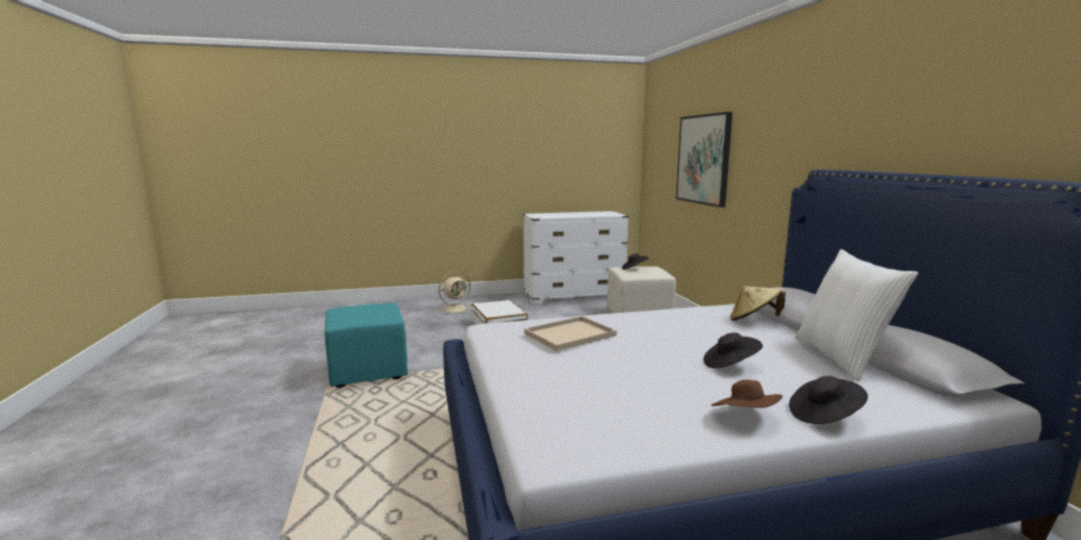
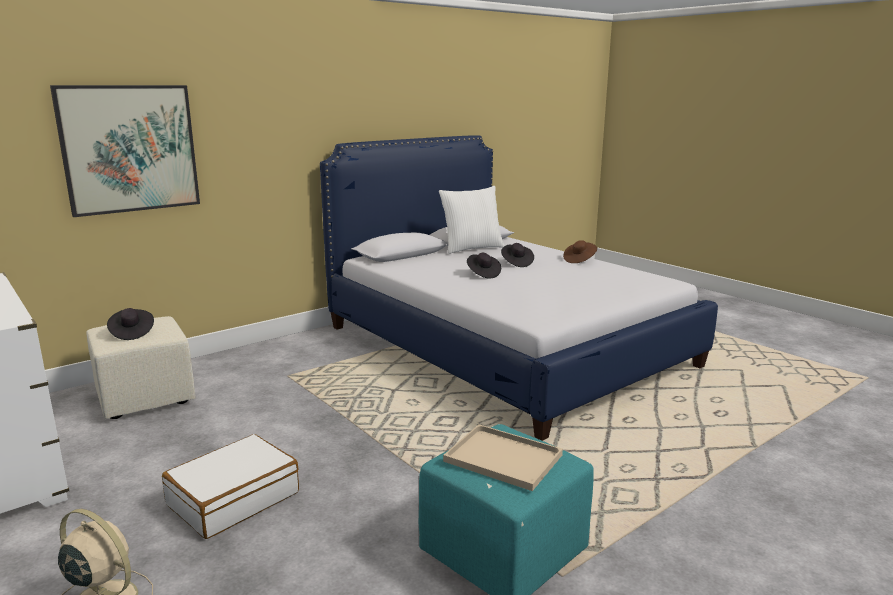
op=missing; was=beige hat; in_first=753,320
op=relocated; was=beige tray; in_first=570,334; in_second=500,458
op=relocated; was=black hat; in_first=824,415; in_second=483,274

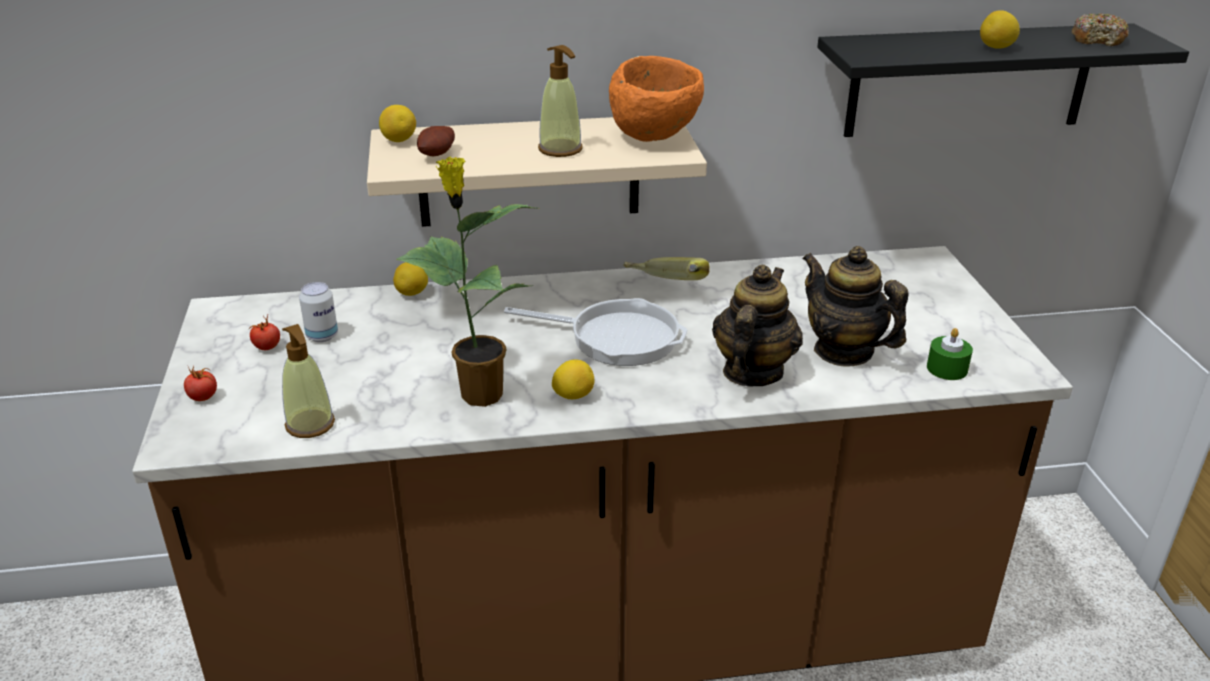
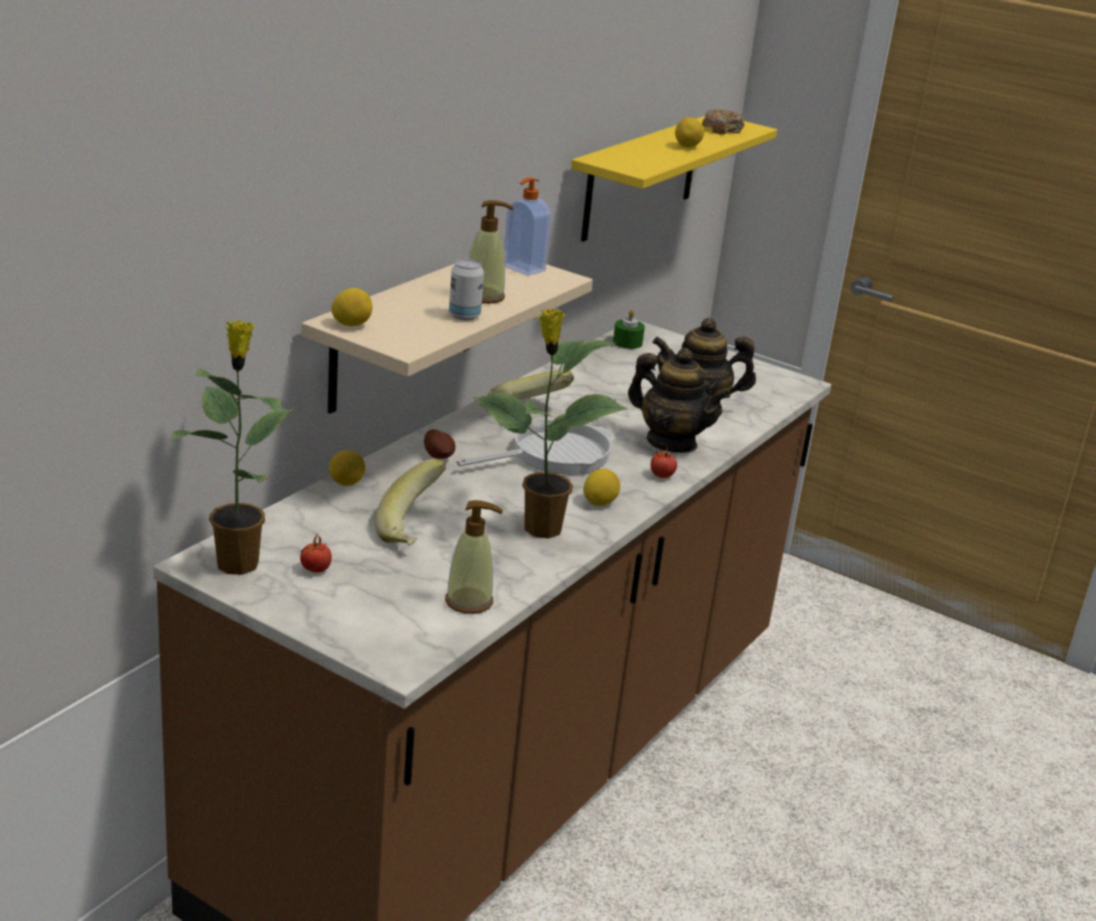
op=colour; was=black shelf; now=yellow shelf; in_first=969,80; in_second=641,176
op=exchanged; was=orange bowl; now=soap dispenser; in_first=656,136; in_second=523,269
op=relocated; was=potato; in_first=438,155; in_second=439,456
op=spun; was=teapot; in_first=752,372; in_second=671,442; clockwise=150
op=relocated; was=can; in_first=322,336; in_second=464,316
op=relocated; was=green candle; in_first=947,368; in_second=627,343
op=relocated; was=tomato; in_first=203,397; in_second=662,475
op=appeared; now=potted plant; in_second=238,562
op=appeared; now=banana; in_second=415,530

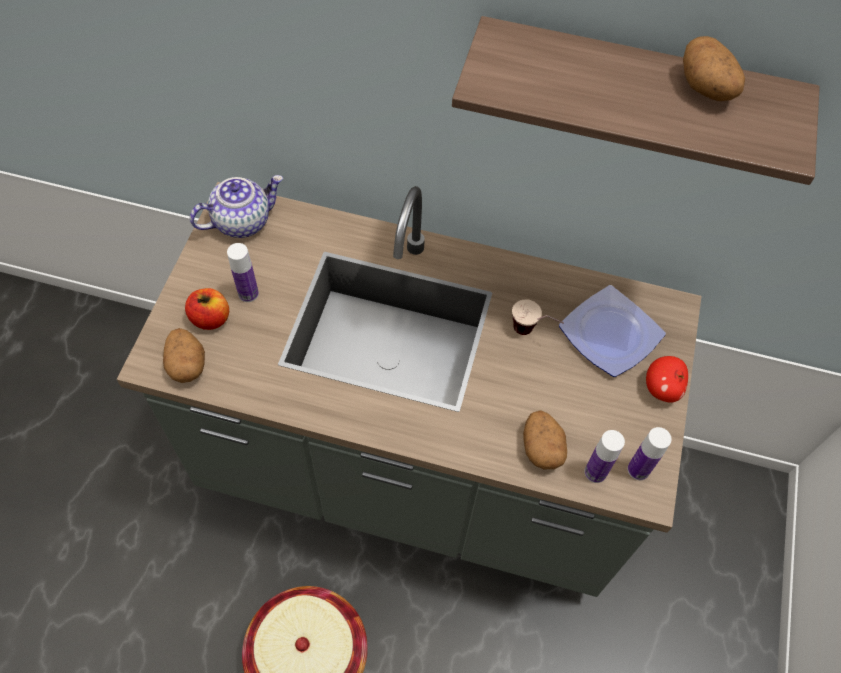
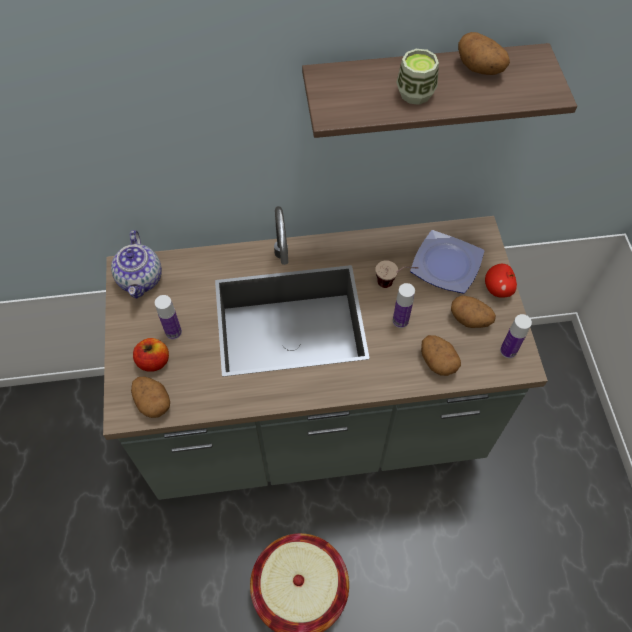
op=spun; was=teapot; in_first=242,221; in_second=141,279; clockwise=135
op=relocated; was=bottle; in_first=595,472; in_second=400,321
op=appeared; now=cup; in_second=415,93
op=appeared; now=potato; in_second=470,319

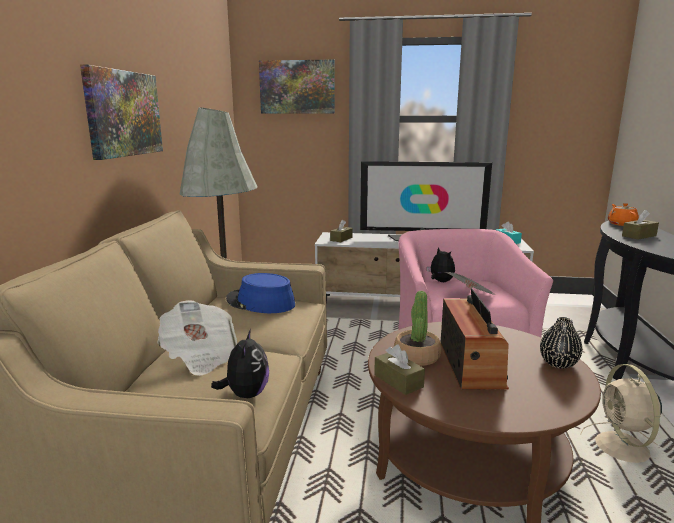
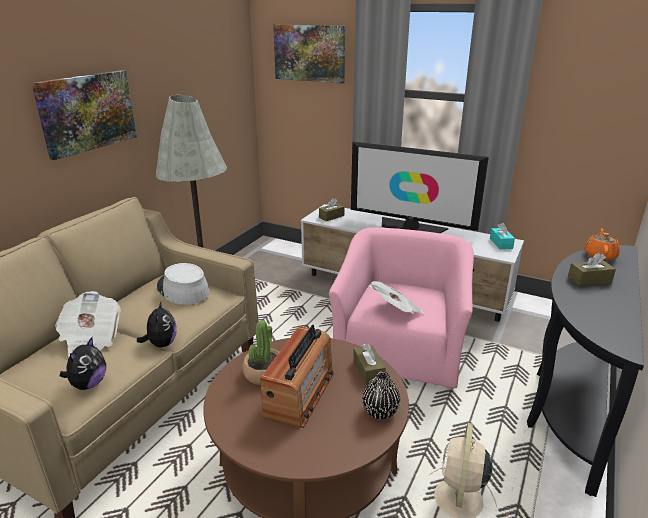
op=relocated; was=plush toy; in_first=440,282; in_second=161,344
op=colour; was=blue hat; now=grey hat; in_first=260,302; in_second=183,290
op=relocated; was=brown tissue box; in_first=398,381; in_second=368,371

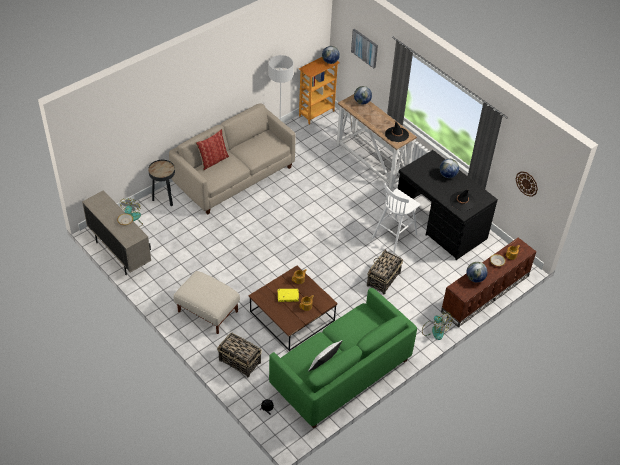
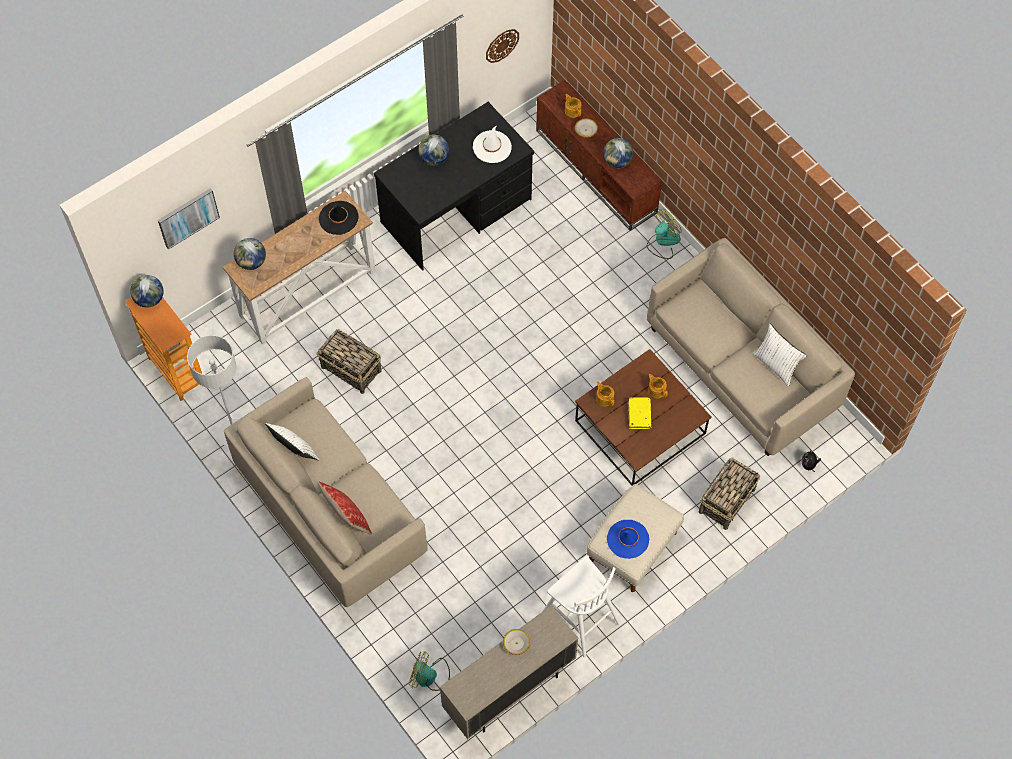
op=missing; was=black side table; in_first=164,199
op=relocated; was=white stool; in_first=395,235; in_second=579,618
op=colour; was=black hat; now=white hat; in_first=462,201; in_second=492,147
op=relocated; was=basket; in_first=383,279; in_second=351,369
op=colour; was=green sofa; now=beige sofa; in_first=340,373; in_second=742,367
op=appeared; now=white pillow; in_second=294,451
op=appeared; now=blue hat; in_second=627,539

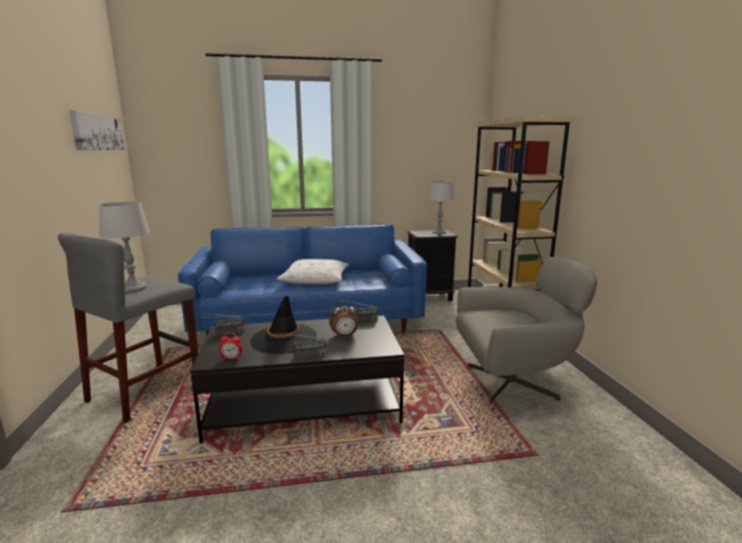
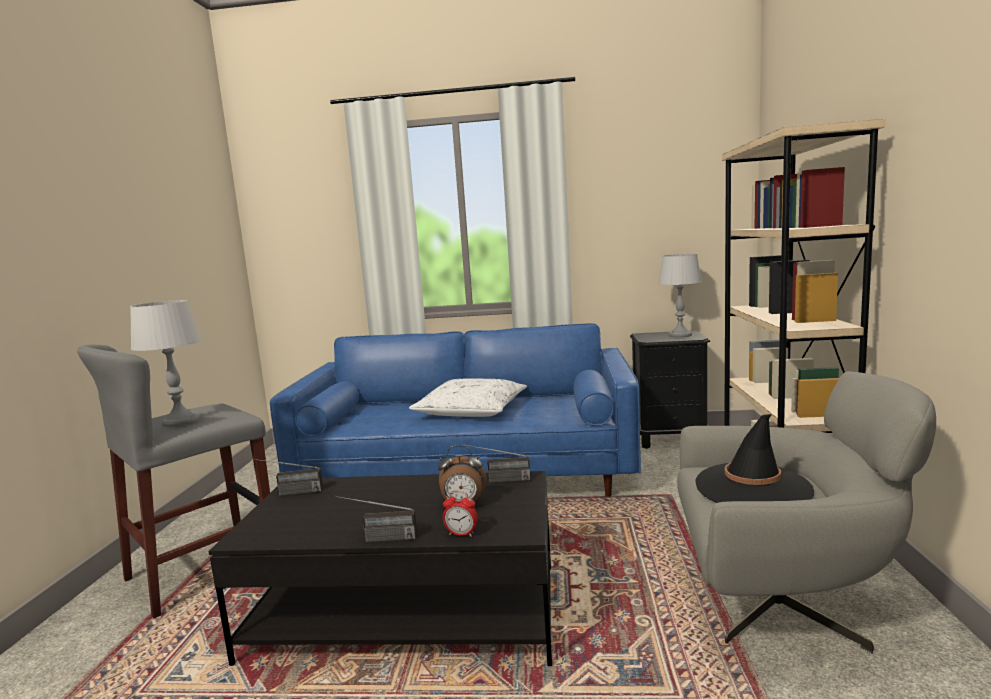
op=missing; was=picture; in_first=97,132
op=relocated; was=black hat; in_first=284,339; in_second=752,487
op=relocated; was=alarm clock; in_first=231,359; in_second=461,534

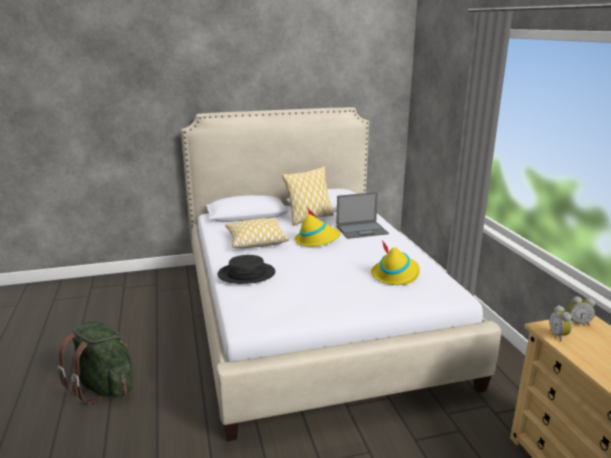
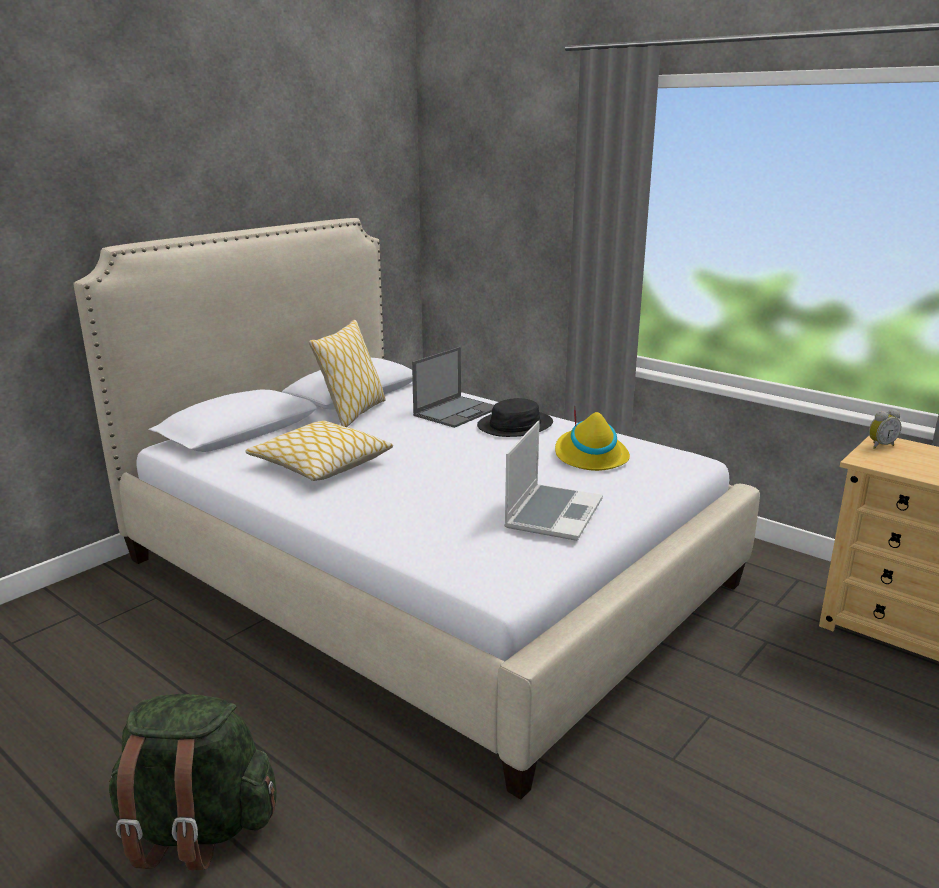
op=missing; was=yellow hat; in_first=317,240
op=relocated; was=black hat; in_first=246,274; in_second=515,425
op=missing; was=alarm clock; in_first=559,336
op=appeared; now=laptop; in_second=553,513

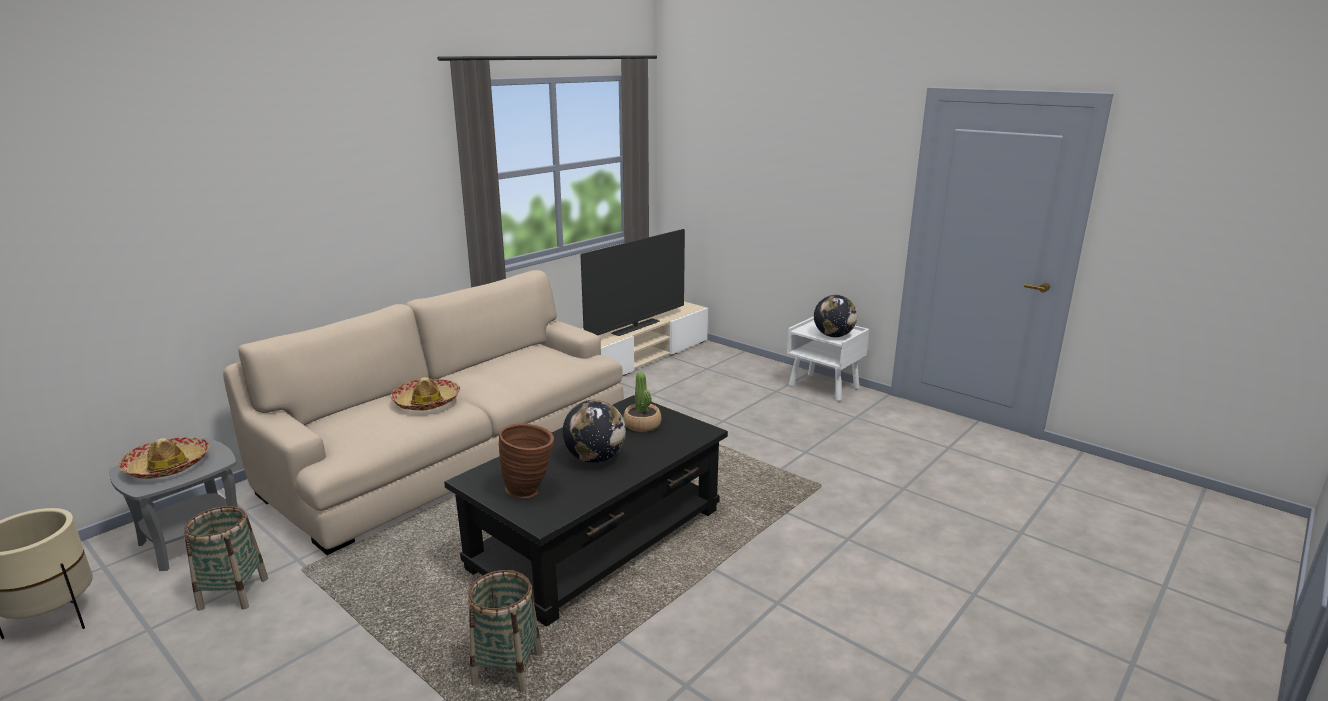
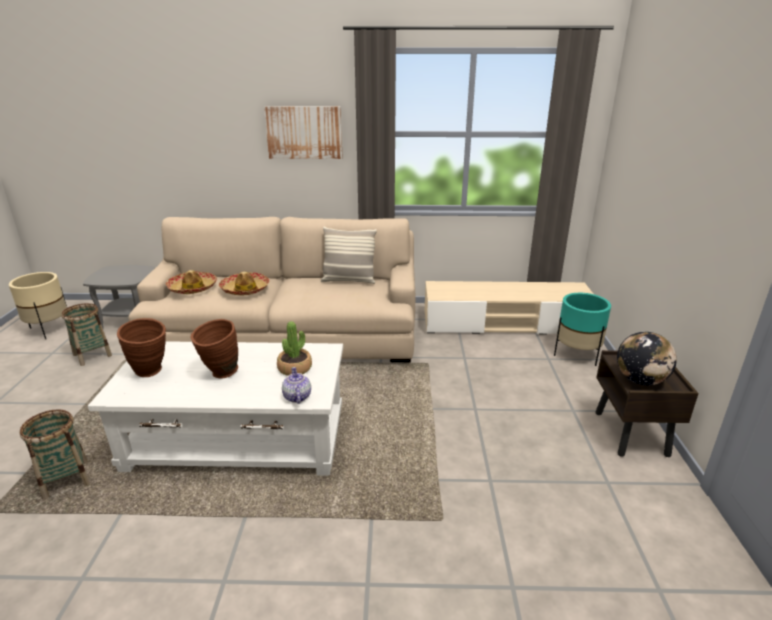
op=missing; was=television; in_first=635,327
op=colour; was=white nightstand; now=brown nightstand; in_first=824,387; in_second=631,434
op=colour; was=black coffee table; now=white coffee table; in_first=599,538; in_second=238,439
op=exchanged; was=globe; now=brown vase; in_first=595,458; in_second=220,374
op=relocated; was=hat; in_first=168,466; in_second=193,288
op=appeared; now=picture; in_second=304,132
op=appeared; now=pillow; in_second=349,280
op=appeared; now=turquoise planter; in_second=576,355
op=appeared; now=teapot; in_second=297,397

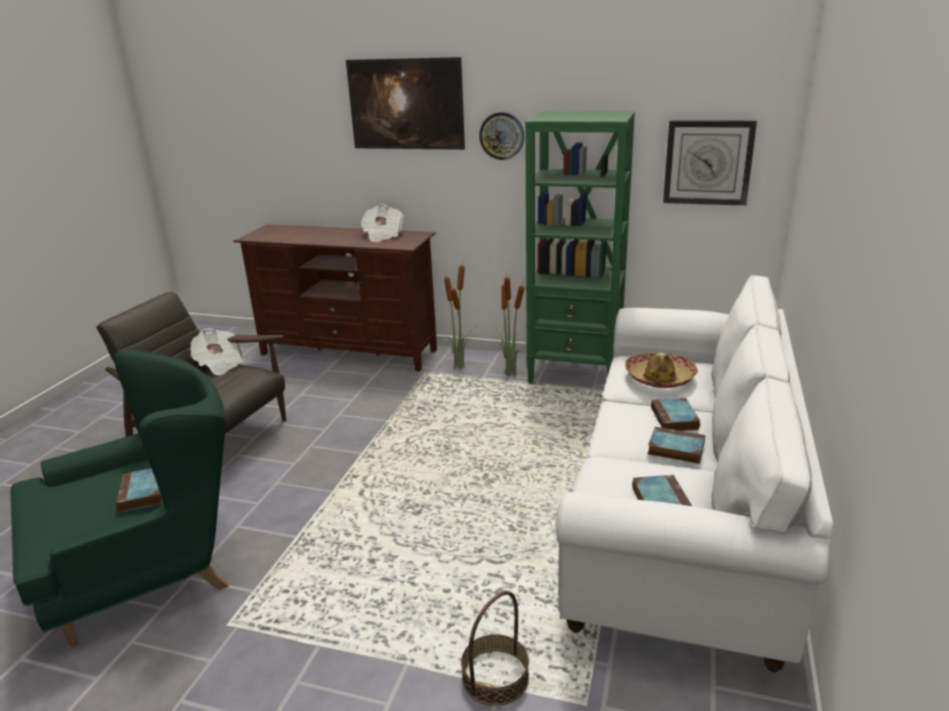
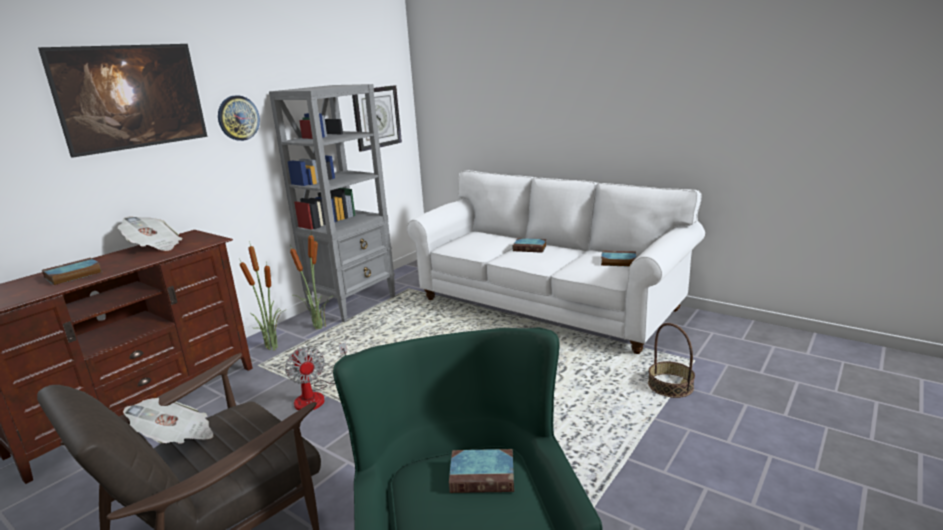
op=colour; was=green bookcase; now=grey bookcase; in_first=575,374; in_second=353,303
op=missing; was=hat; in_first=660,378
op=relocated; was=book; in_first=674,449; in_second=72,275
op=appeared; now=fan; in_second=316,396

